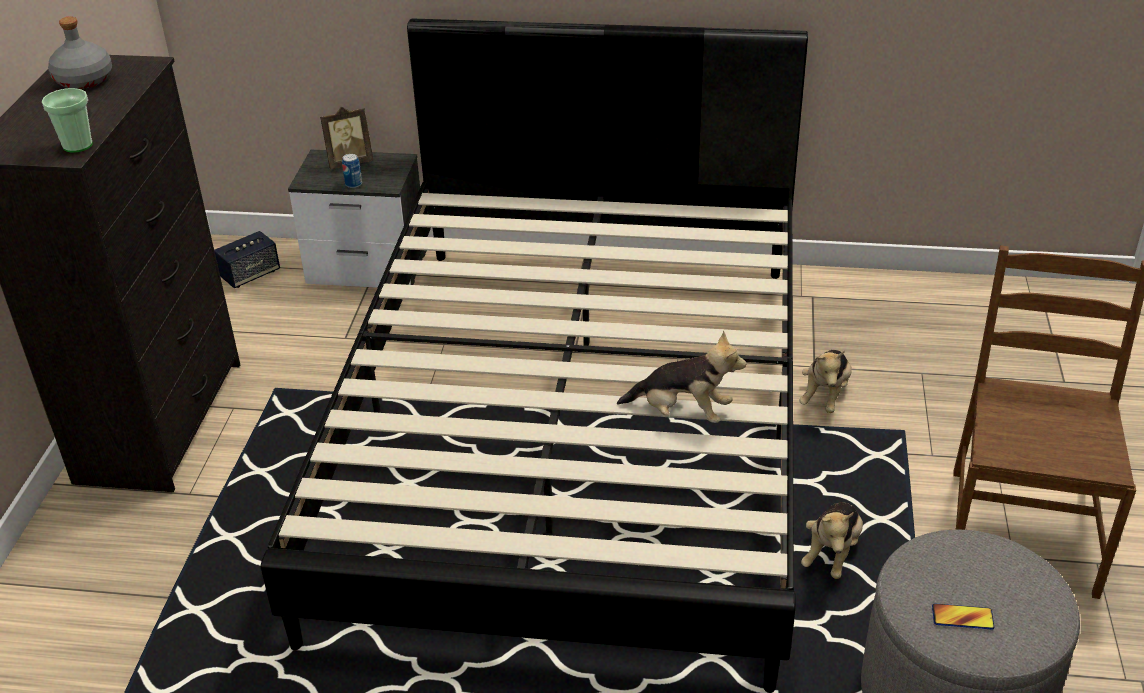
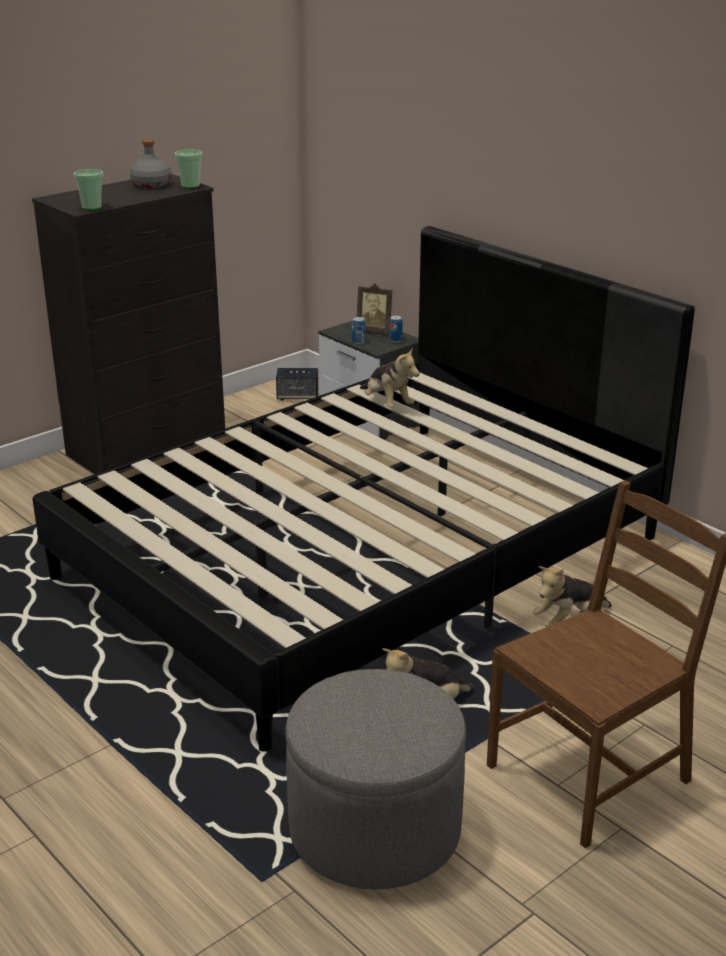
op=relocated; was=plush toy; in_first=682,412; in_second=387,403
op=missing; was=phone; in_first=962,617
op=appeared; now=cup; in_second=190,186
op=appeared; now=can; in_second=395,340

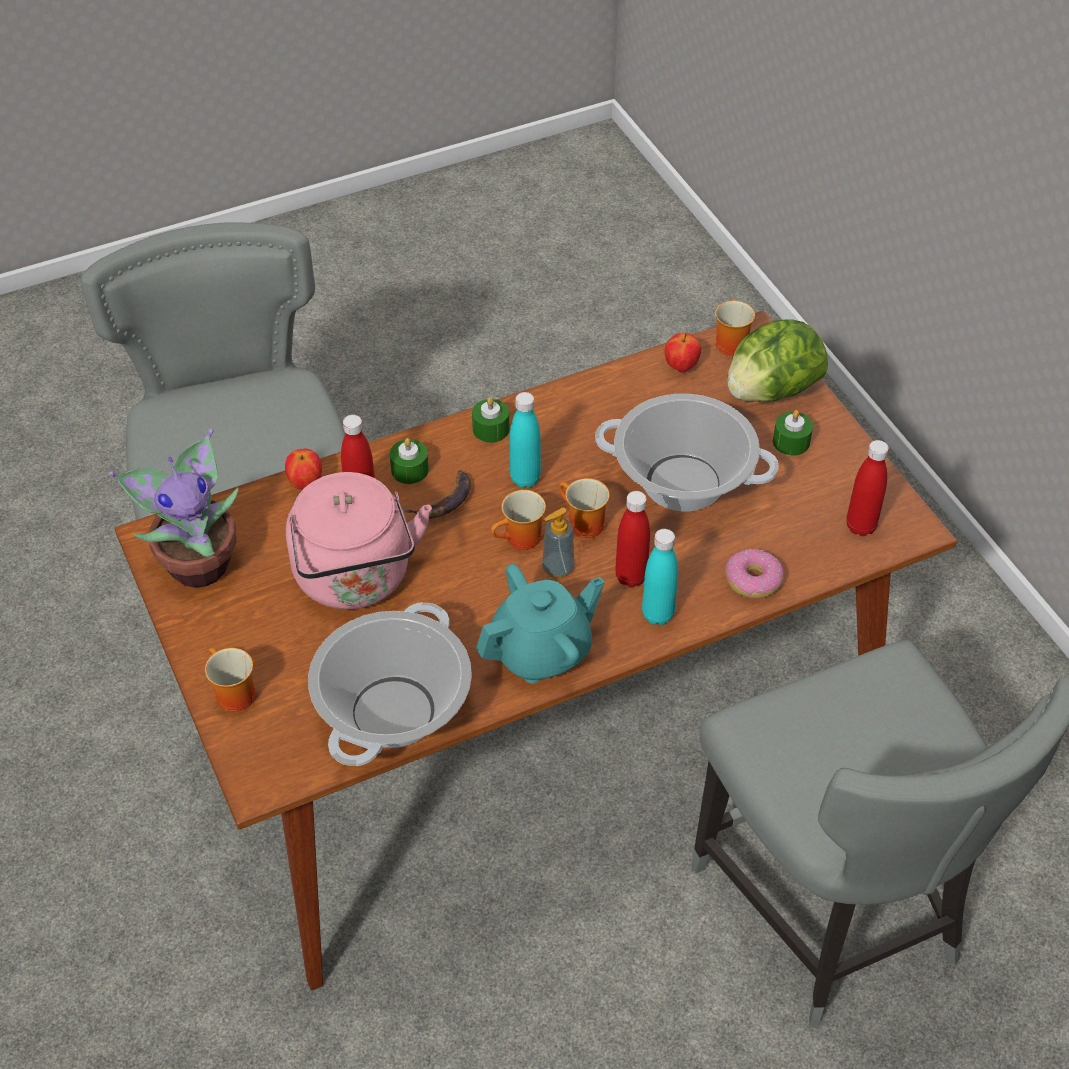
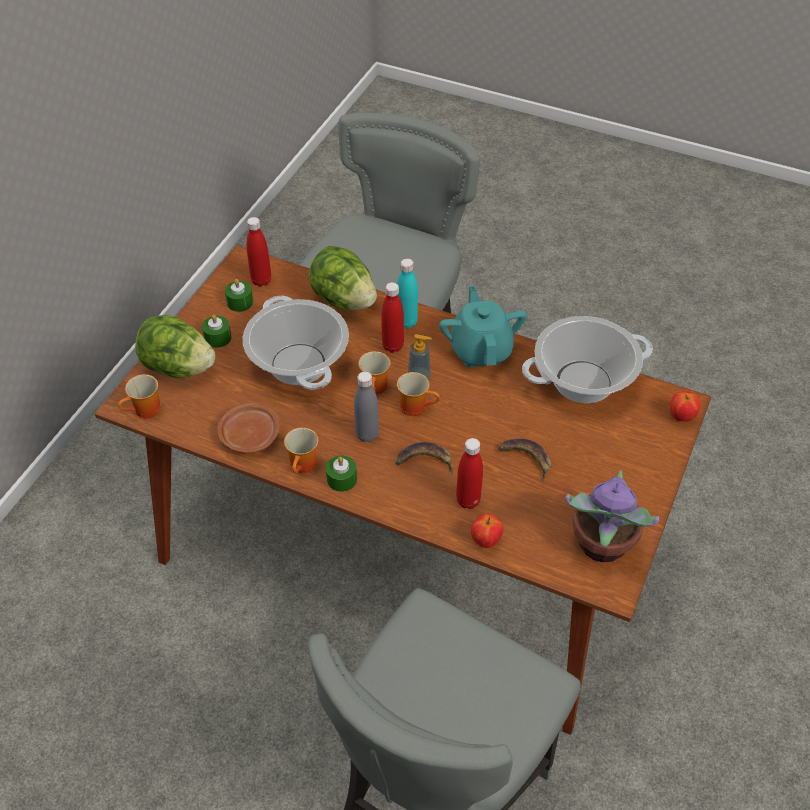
op=relocated; was=apple; in_first=681,367; in_second=681,417
op=colour; was=turquoise bottle; now=grey bottle; in_first=525,478; in_second=367,435
op=relocated; was=green candle; in_first=409,470; in_second=240,302
op=exchanged; was=pink kettle; now=banana; in_first=356,580; in_second=525,458
op=exchanged; was=donut; now=lettuce; in_first=753,580; in_second=343,300
op=spun; was=turquoise teapot; in_first=542,652; in_second=481,350; clockwise=60
op=relocated; was=mug; in_first=231,695; in_second=304,465
op=appeared; now=brown plate; in_second=250,435

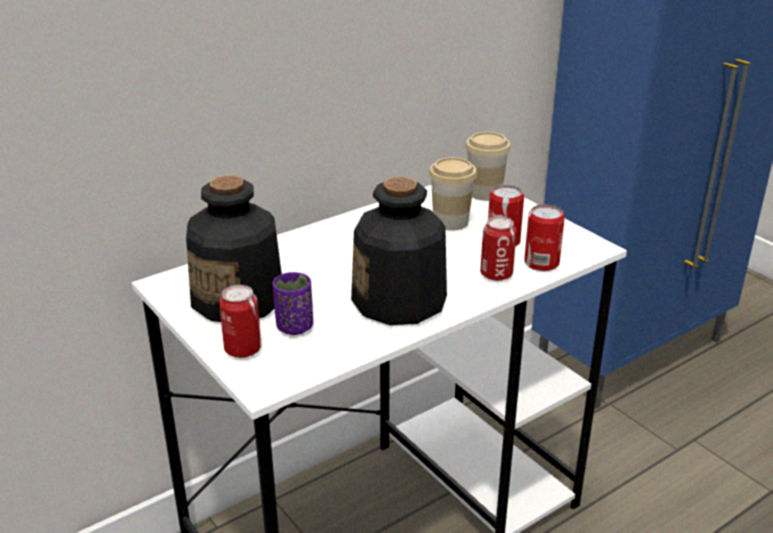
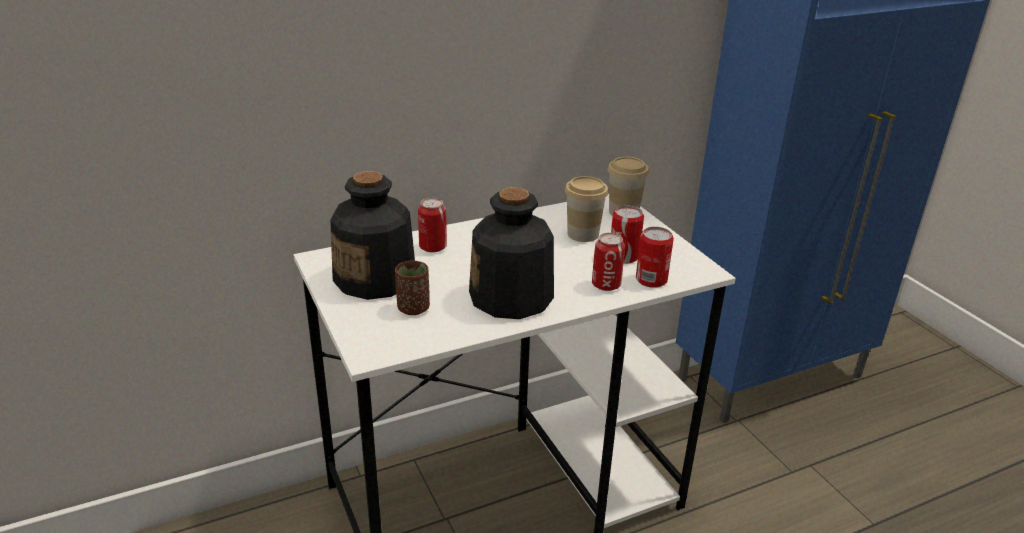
op=colour; was=purple cup; now=brown cup; in_first=294,327; in_second=413,308
op=relocated; was=can; in_first=243,349; in_second=433,247

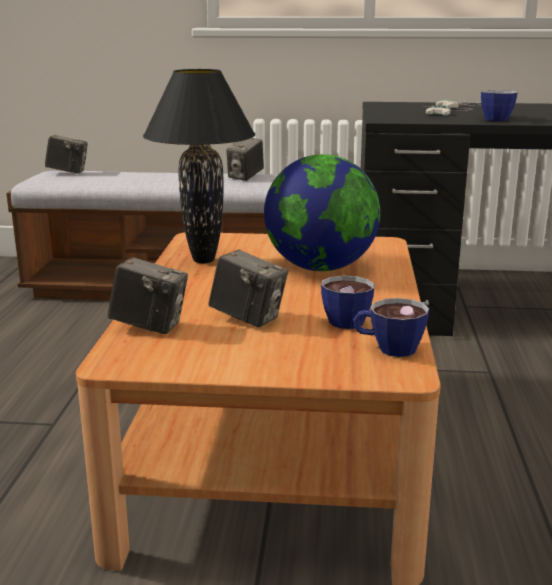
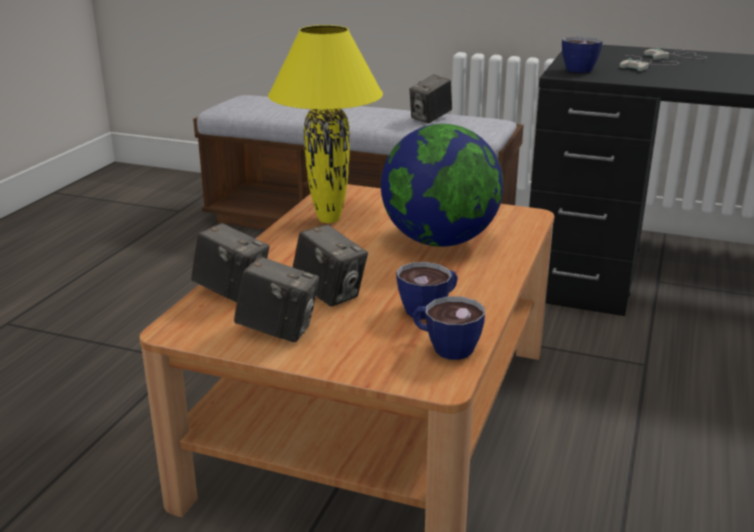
op=colour; was=black table lamp; now=yellow table lamp; in_first=202,260; in_second=327,219
op=relocated; was=cup; in_first=496,119; in_second=580,69
op=relocated; was=photo camera; in_first=68,172; in_second=278,330

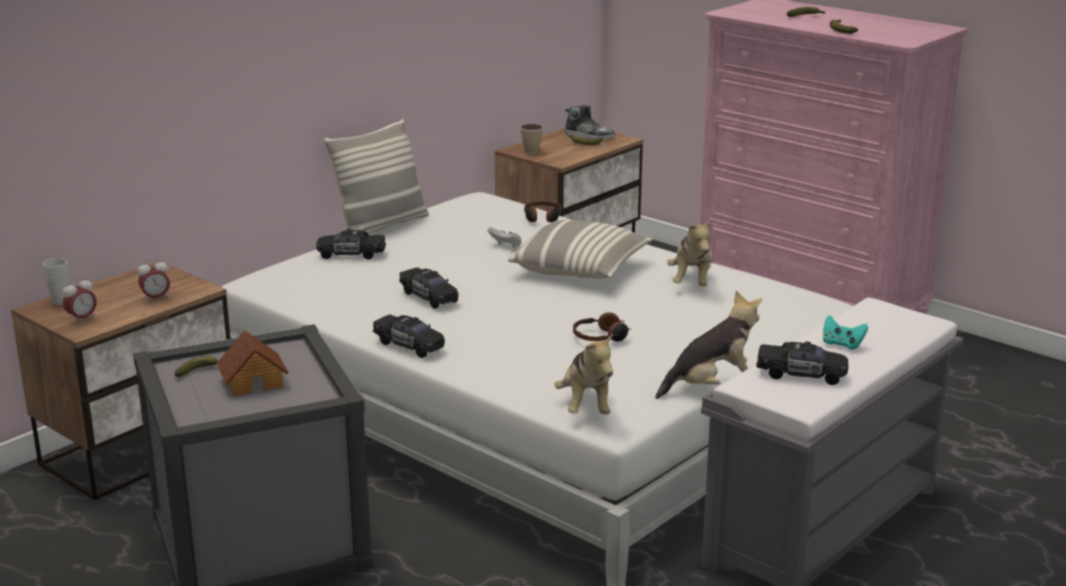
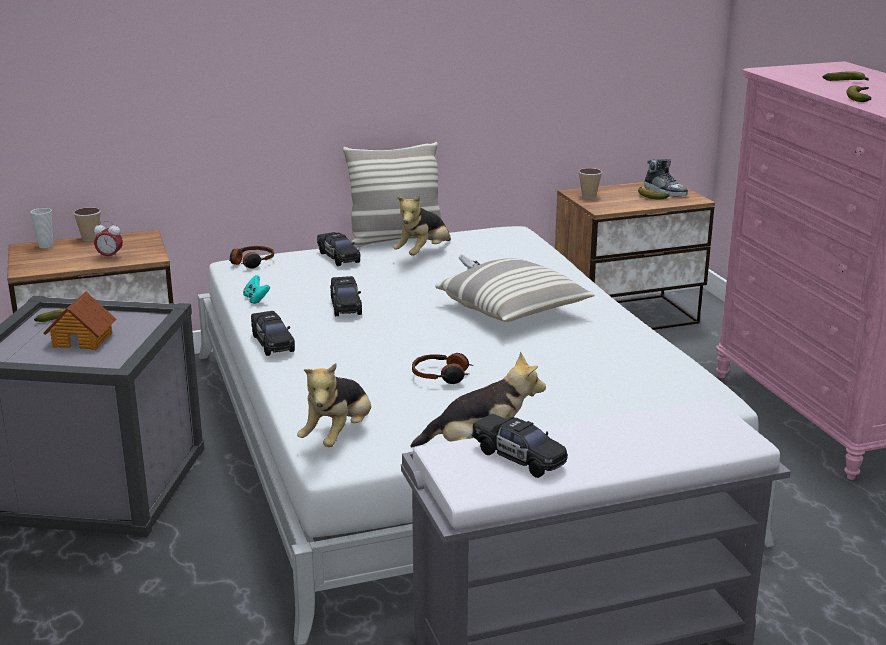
op=relocated; was=headphones; in_first=542,218; in_second=251,262
op=relocated; was=plush toy; in_first=691,281; in_second=423,253
op=spun; was=black toy car; in_first=351,254; in_second=338,257; clockwise=-150
op=missing; was=alarm clock; in_first=82,319
op=relocated; was=turquoise game controller; in_first=842,344; in_second=256,299
op=appeared; now=cup; in_second=90,238

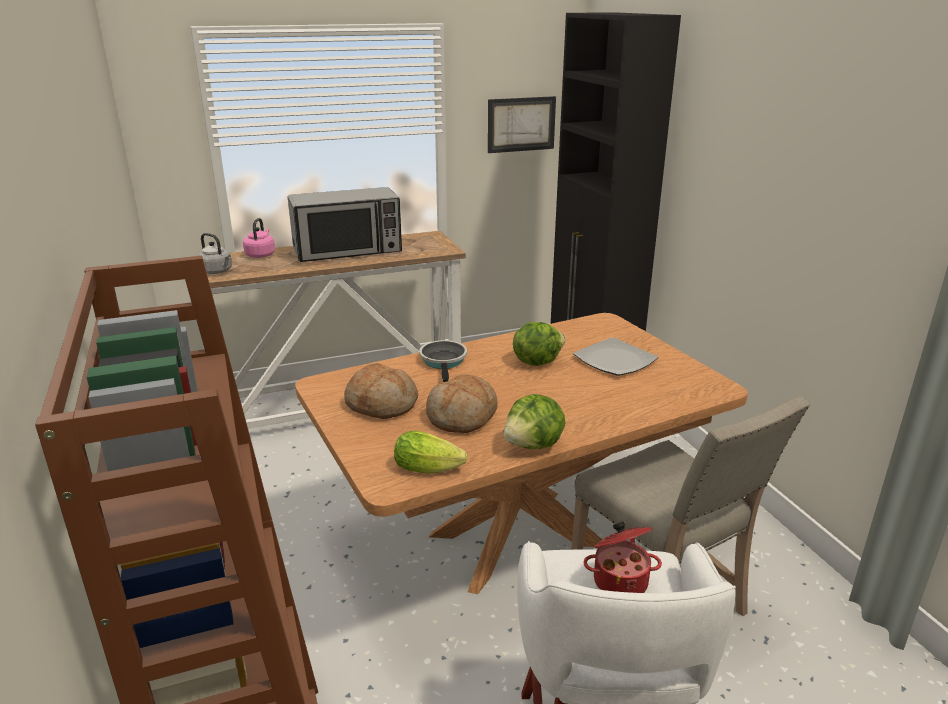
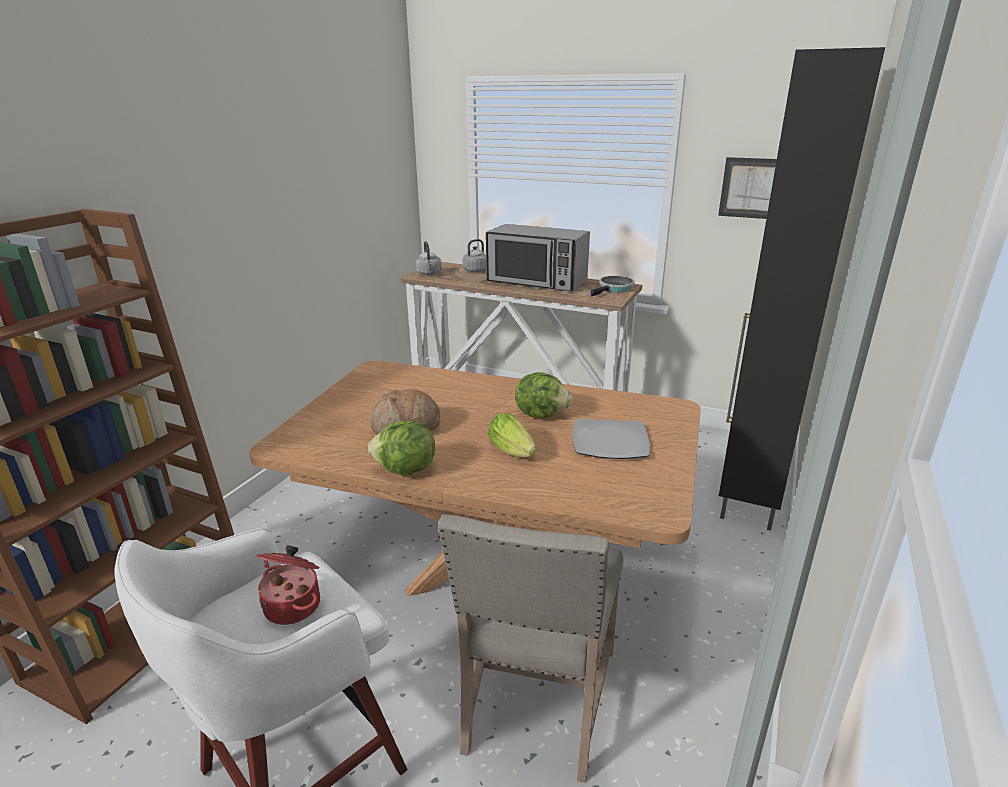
op=colour; was=pink kettle; now=grey kettle; in_first=261,255; in_second=476,270
op=relocated; was=frying pan; in_first=444,362; in_second=614,289
op=missing; was=bread; in_first=382,404
op=relocated; was=lettuce; in_first=431,468; in_second=513,451

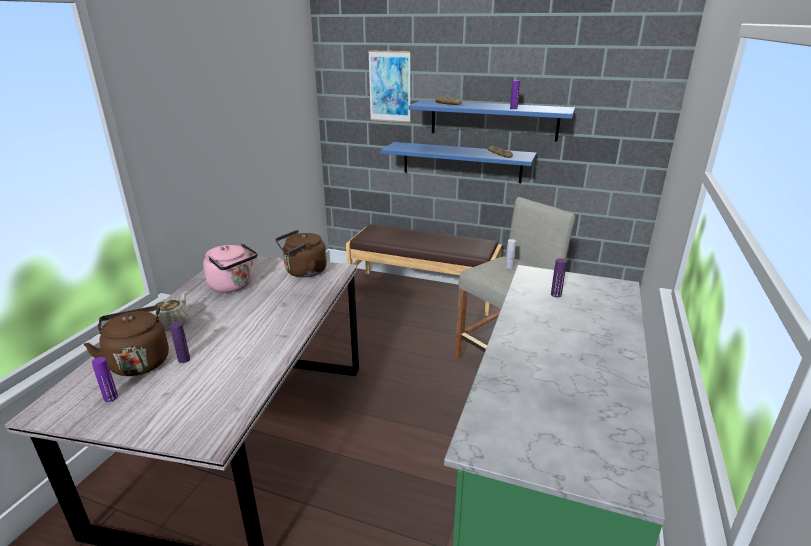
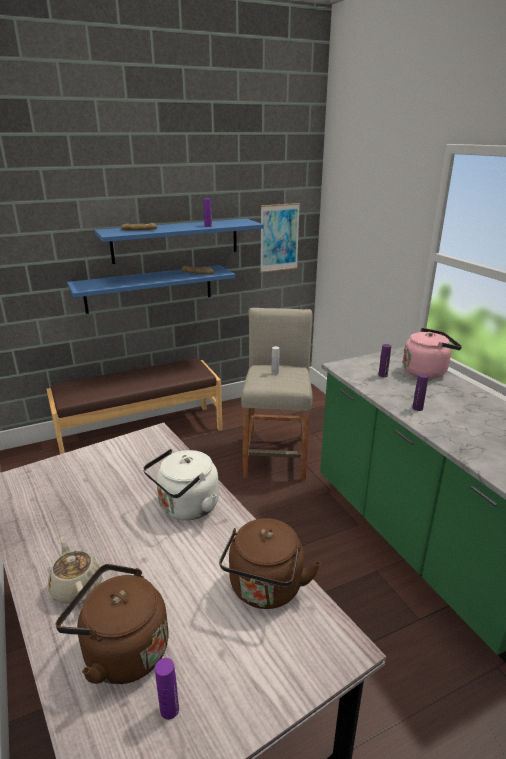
op=relocated; was=picture; in_first=390,86; in_second=279,238
op=relocated; was=brown kettle; in_first=303,272; in_second=265,590
op=relocated; was=pink kettle; in_first=233,286; in_second=426,371
op=relocated; was=purple bottle; in_first=184,359; in_second=417,408
op=appeared; now=white kettle; in_second=186,508

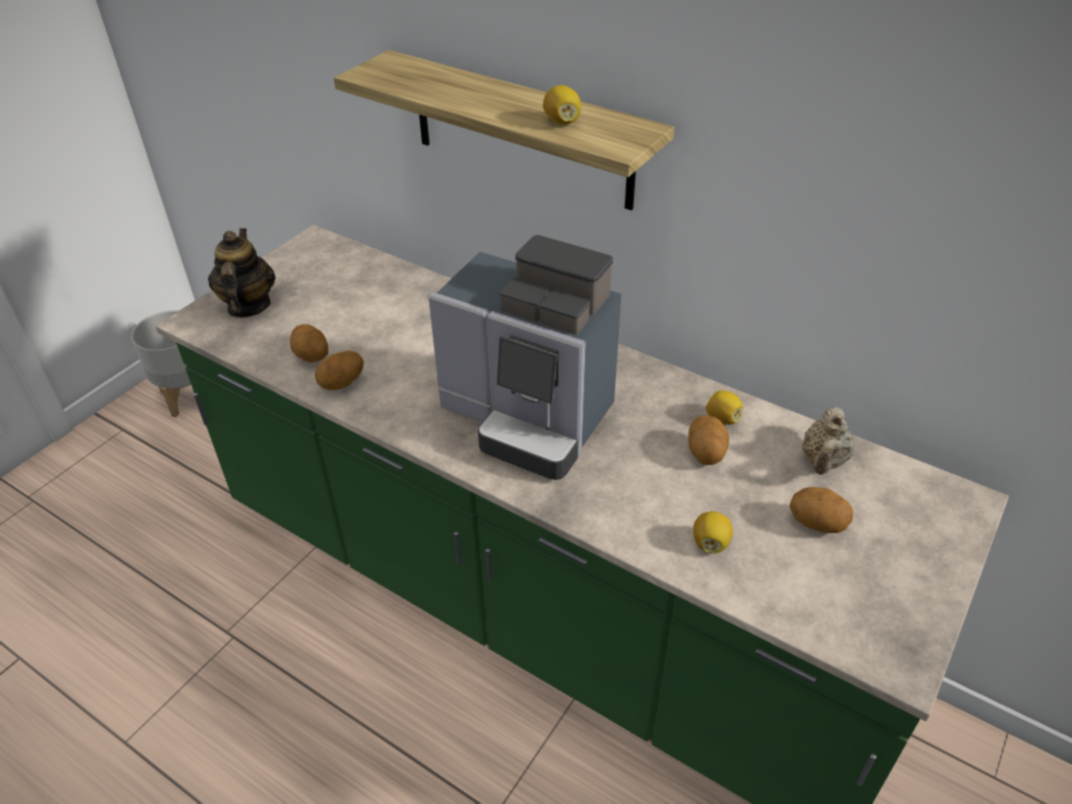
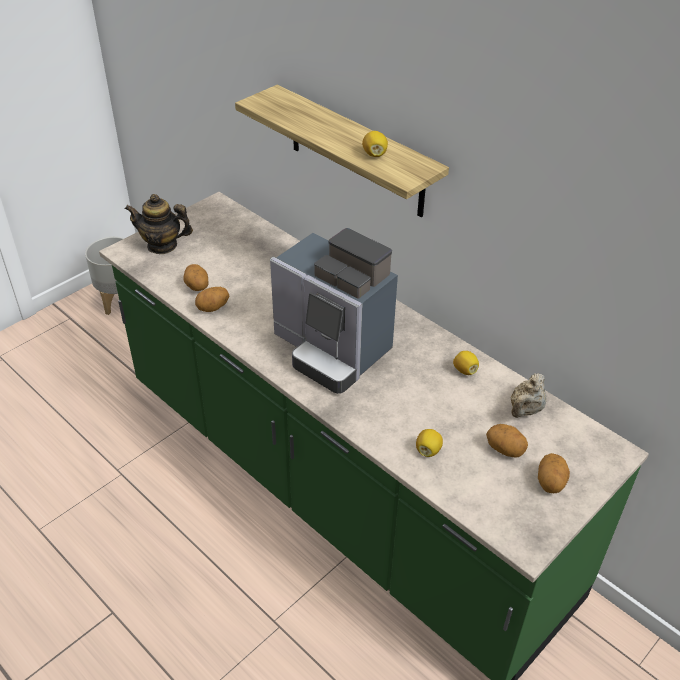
op=spun; was=teapot; in_first=248,306; in_second=162,245; clockwise=-90
op=relocated; was=potato; in_first=706,453; in_second=550,482

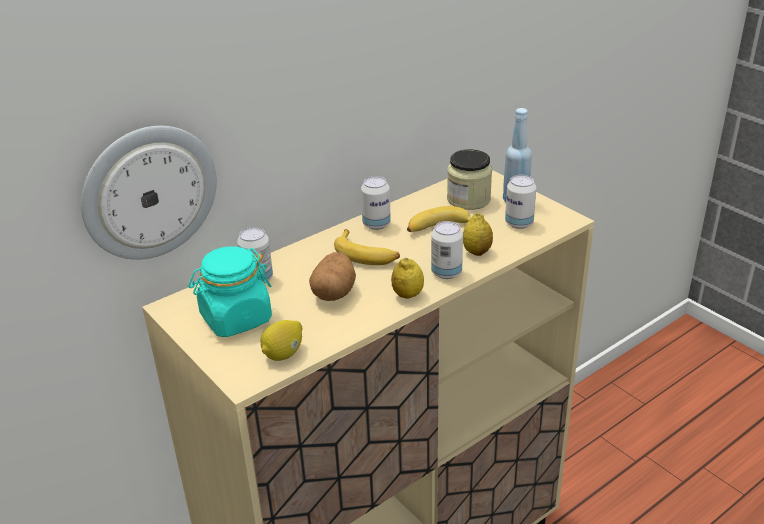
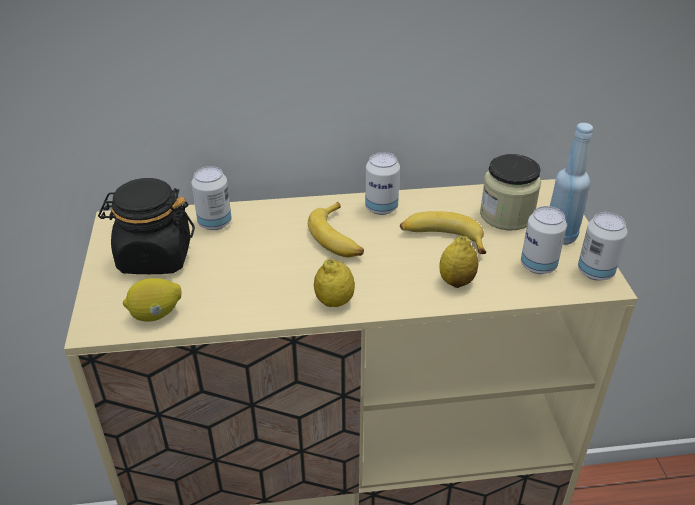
op=missing; was=wall clock; in_first=149,192
op=relocated; was=can; in_first=446,273; in_second=595,272
op=colour; was=turquoise jar; now=black jar; in_first=235,318; in_second=154,257
op=missing; was=potato; in_first=334,292

